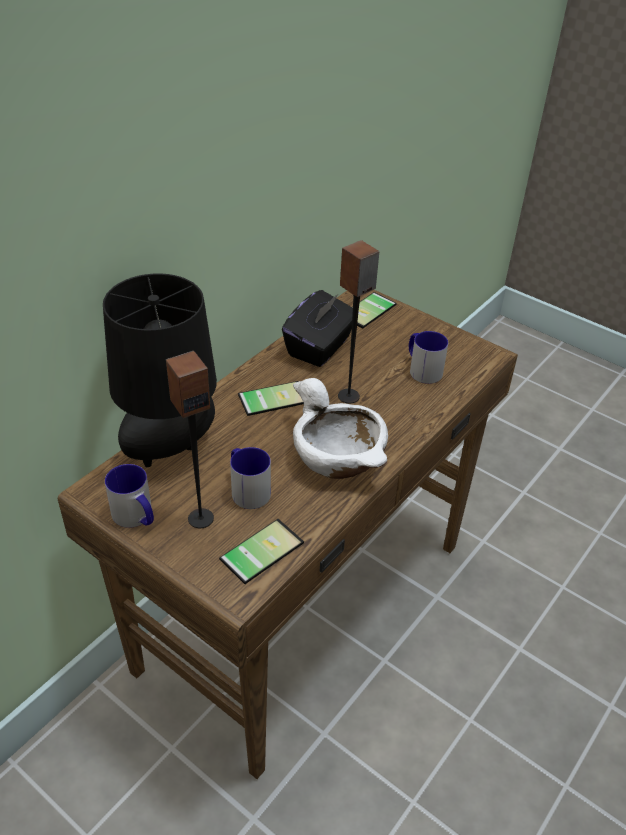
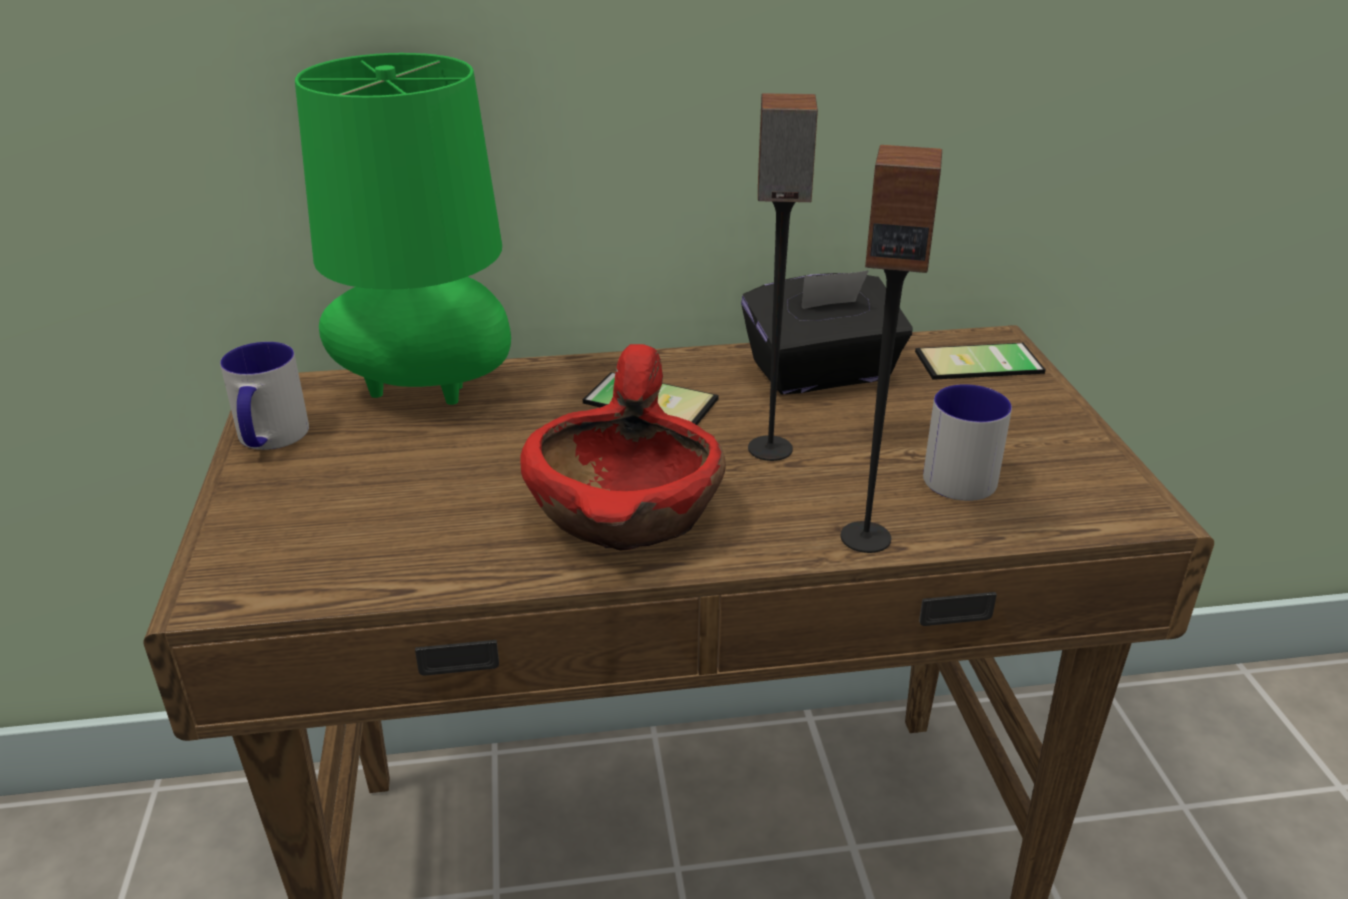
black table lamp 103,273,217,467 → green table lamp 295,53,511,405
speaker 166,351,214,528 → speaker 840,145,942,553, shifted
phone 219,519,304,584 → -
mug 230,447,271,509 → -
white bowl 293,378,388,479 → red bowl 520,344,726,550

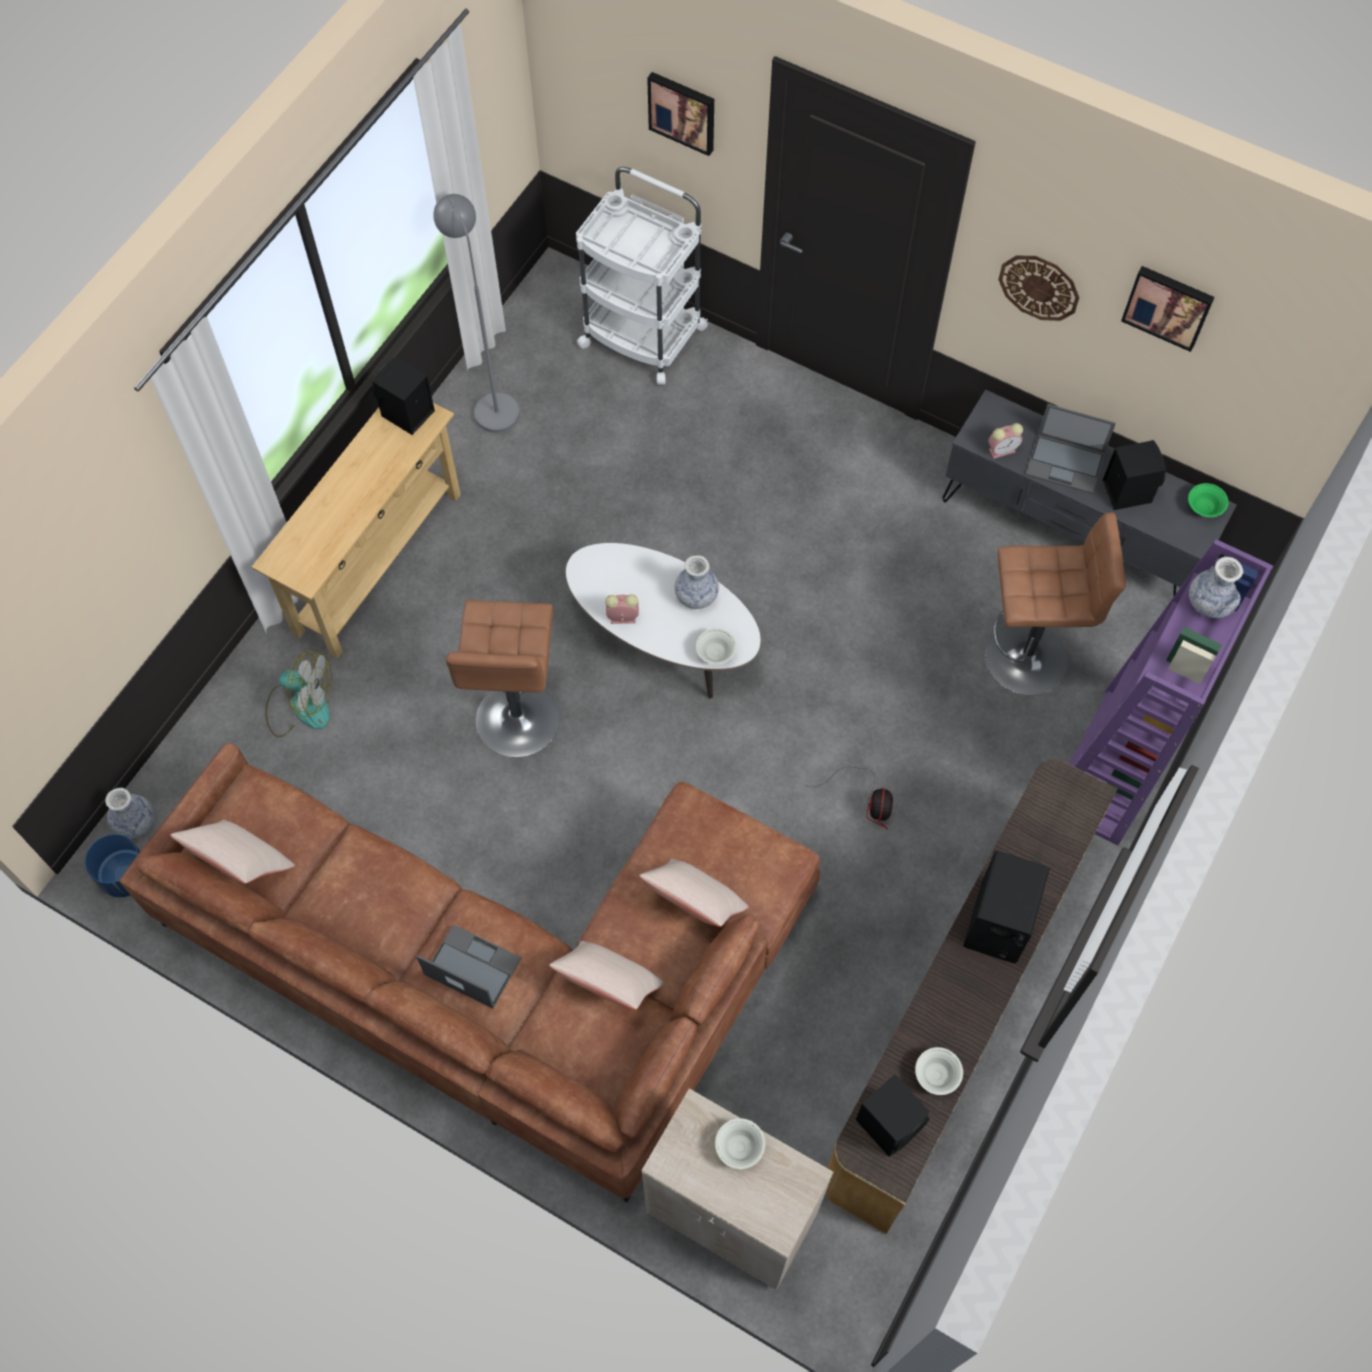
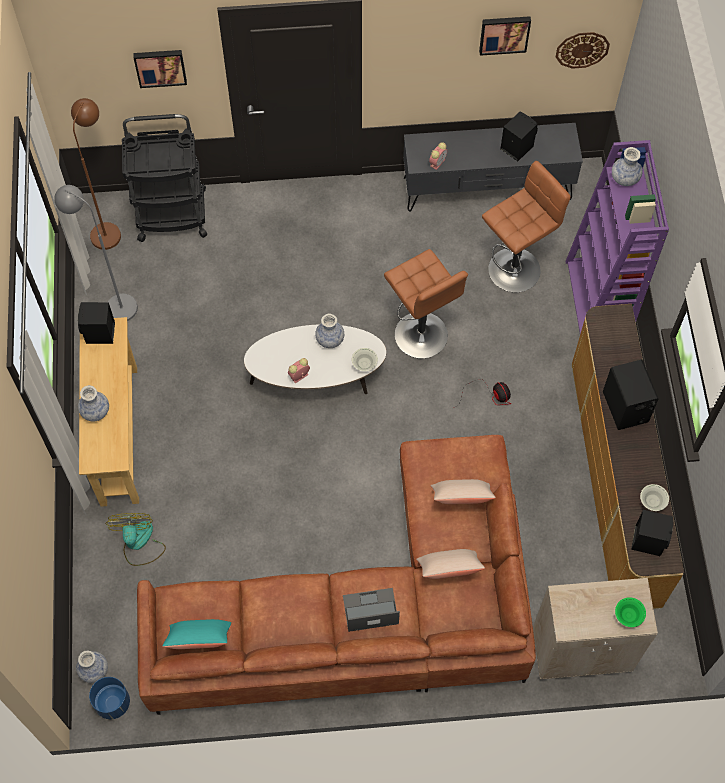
beige pillow 170,820,295,884 → turquoise pillow 163,619,231,649
fan 265,649,332,737 → fan 105,513,166,566, 75 degrees counterclockwise
brown stool 446,600,559,757 → brown stool 384,249,468,358, shifted
white cart 576,167,708,385 → black cart 122,114,207,242
white bowl 715,1118,765,1169 → -
wall clock 998,256,1079,321 → wall clock 556,32,610,69, shifted
laptop 1025,404,1116,494 → -
green bowl 1188,483,1228,517 → green bowl 615,597,646,627, shifted
- → brown floor lamp 71,98,121,250
- → vase 78,385,109,421

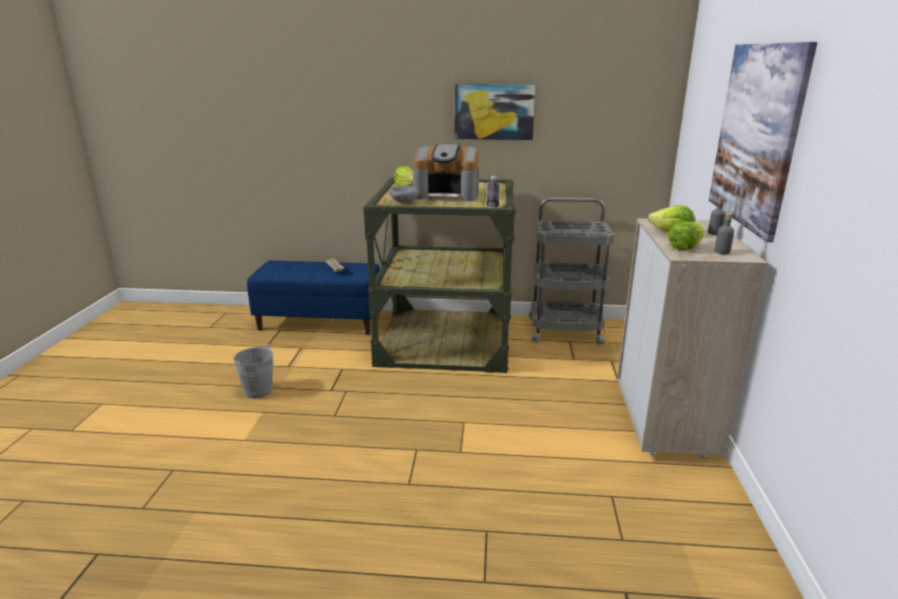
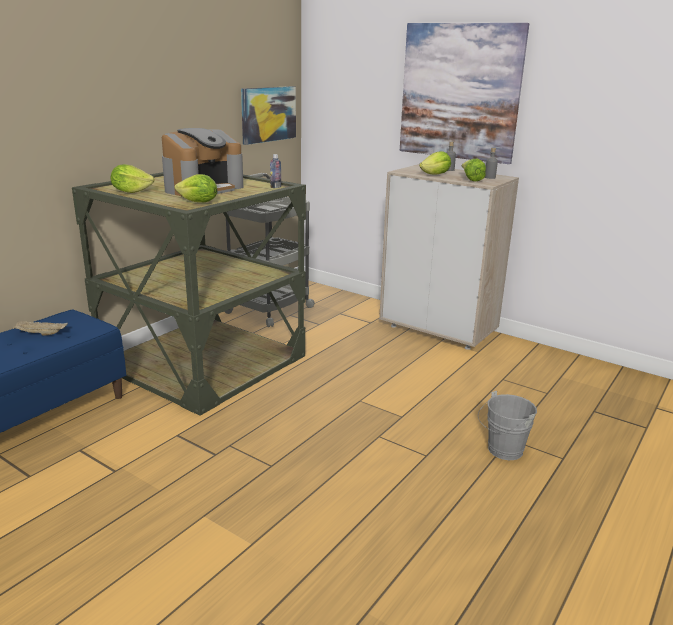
grey bucket 229,344,273,399 → grey bucket 478,391,537,460, shifted
grey bowl 389,186,419,203 → lettuce 175,174,218,202
picture 455,84,536,140 → picture 241,86,296,145, shifted

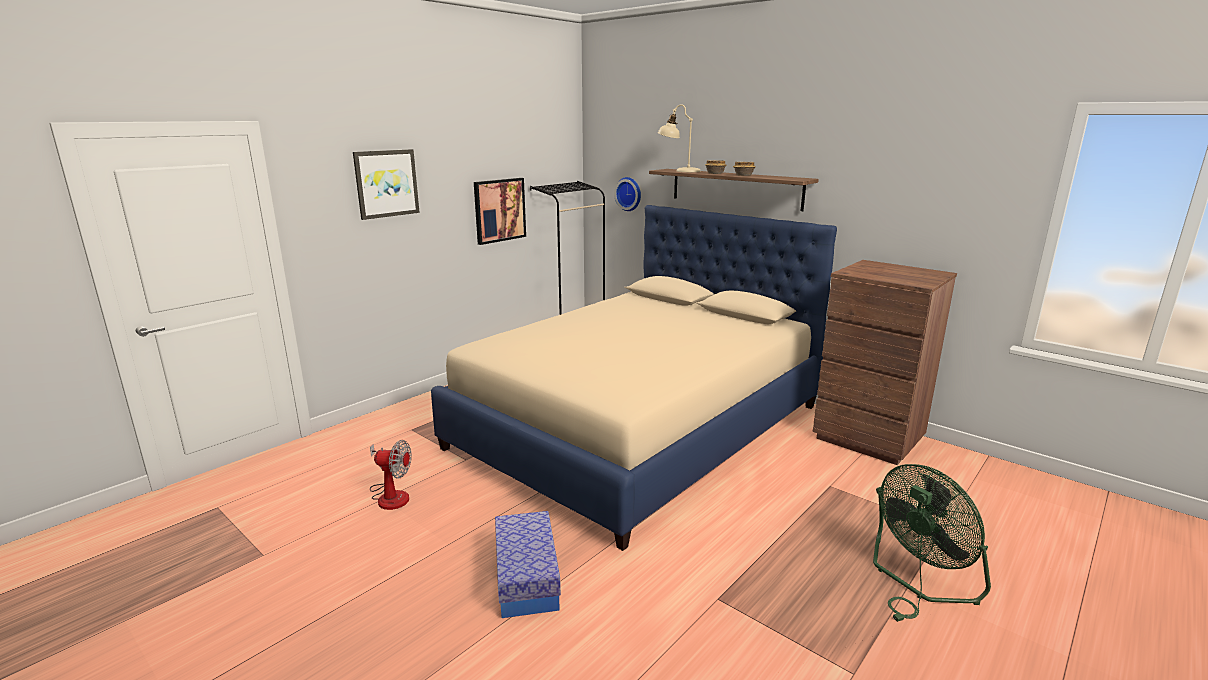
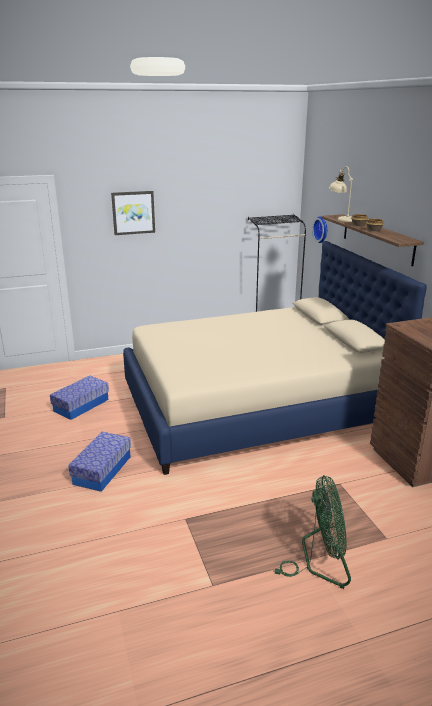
fan 370,440,412,510 → storage box 50,375,109,420
picture 474,178,526,245 → -

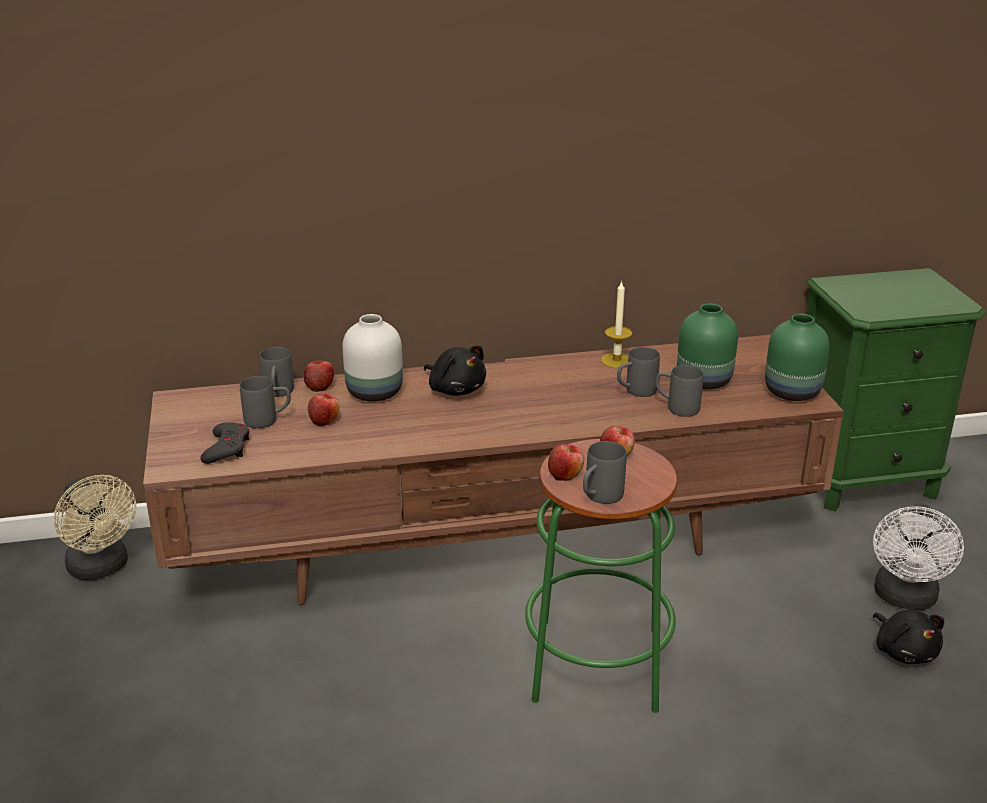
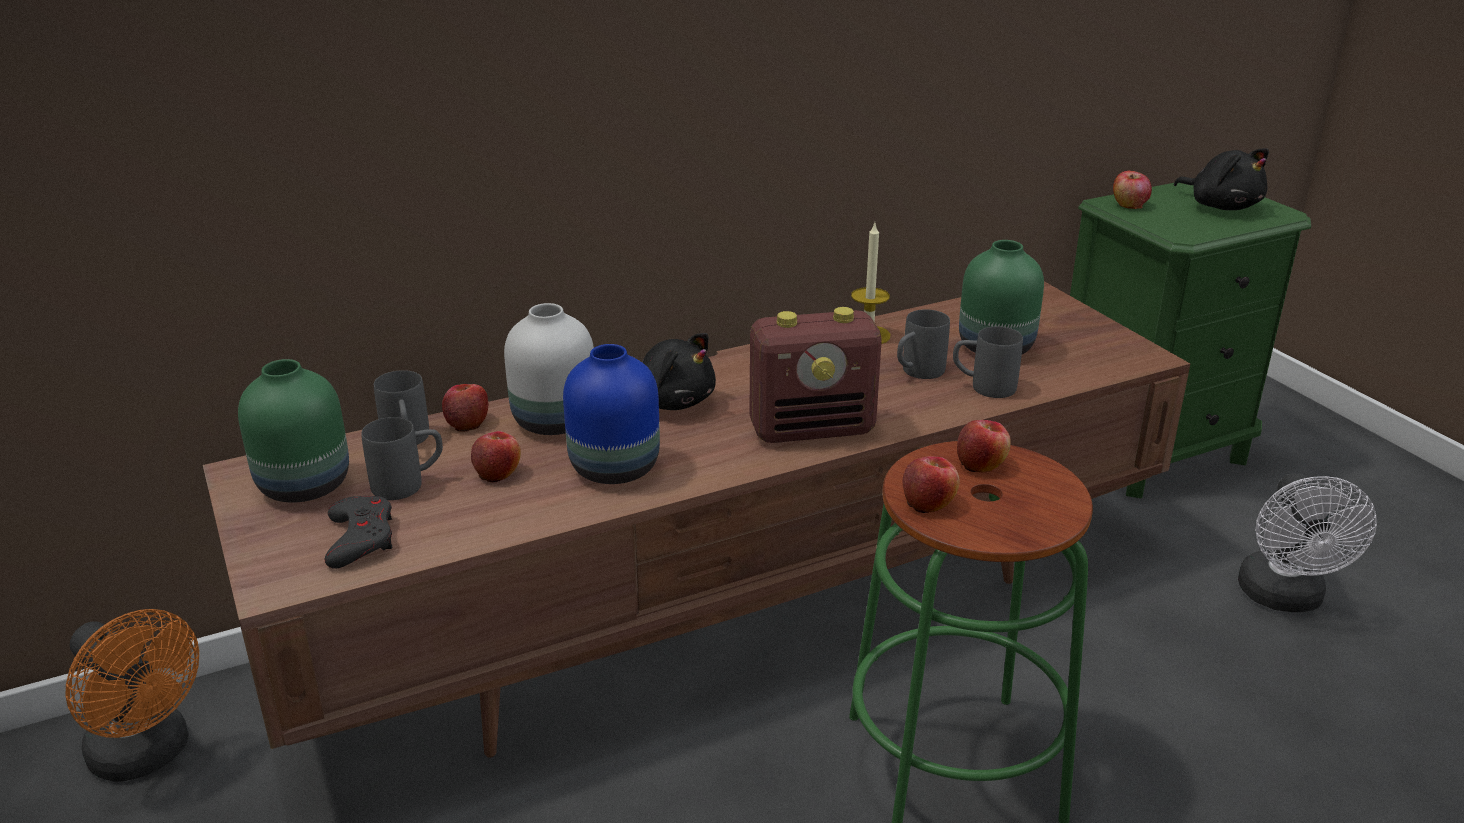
beige fan 54,475,136,580 → orange fan 66,609,199,782
grey mug 583,441,626,504 → -
green vase 765,314,830,401 → green vase 238,359,349,503, shifted
black plush toy 873,609,944,664 → black plush toy 1174,148,1269,210, shifted
- → blue vase 563,344,660,484
- → radio 749,307,882,443
- → apple 1113,170,1152,209

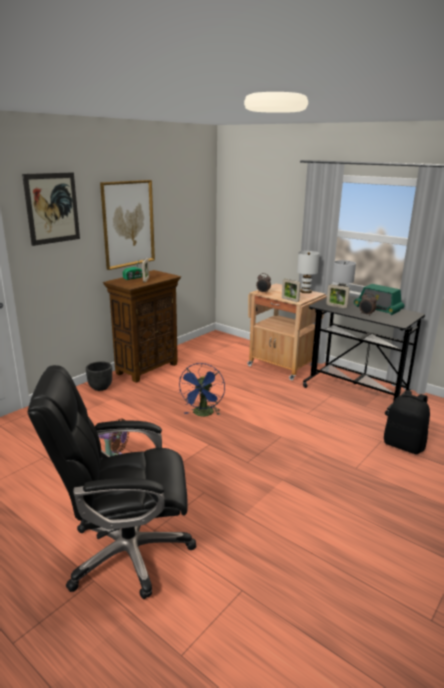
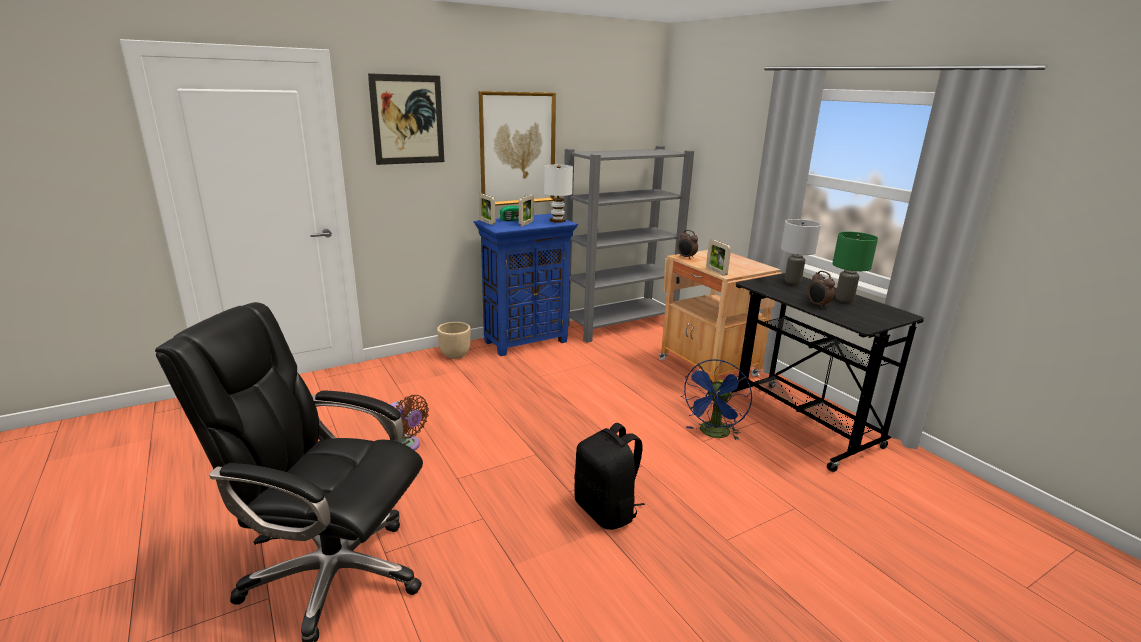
black planter 86,361,112,391 → beige planter 437,322,471,359
brown cabinet 103,270,181,383 → blue cabinet 474,214,578,356
blue fan 178,363,225,416 → blue fan 681,359,752,440, shifted
white table lamp 297,251,320,293 → white table lamp 544,164,573,223, shifted
picture frame 326,284,350,308 → picture frame 479,194,495,225, shifted
radio 354,284,405,315 → green table lamp 832,232,878,303
black backpack 384,390,430,454 → black backpack 574,423,645,530, shifted
- → grey bookcase 563,145,694,343

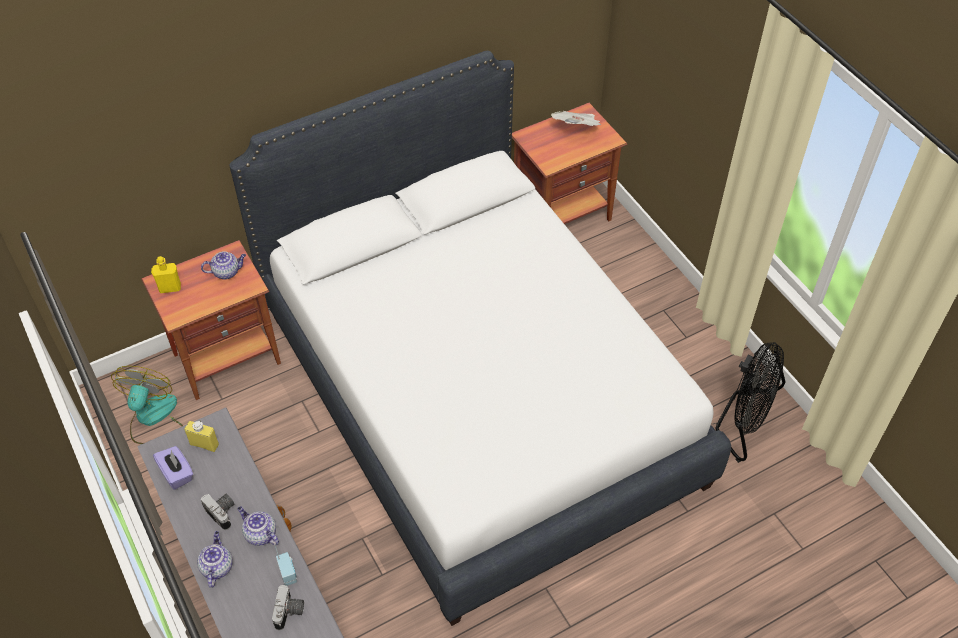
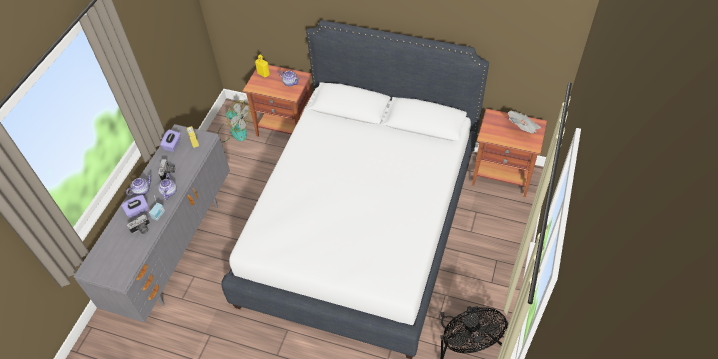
fan 111,366,183,444 → fan 218,100,251,142, 60 degrees clockwise
- → purple tissue box 121,195,148,218

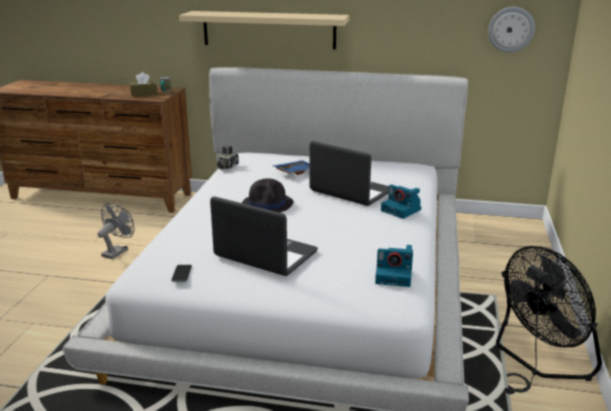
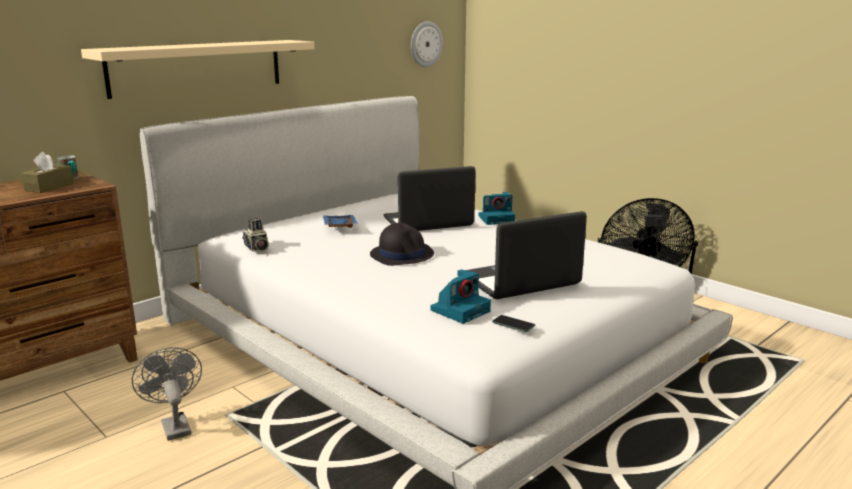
photo camera 375,245,413,287 → photo camera 430,269,491,324, shifted

